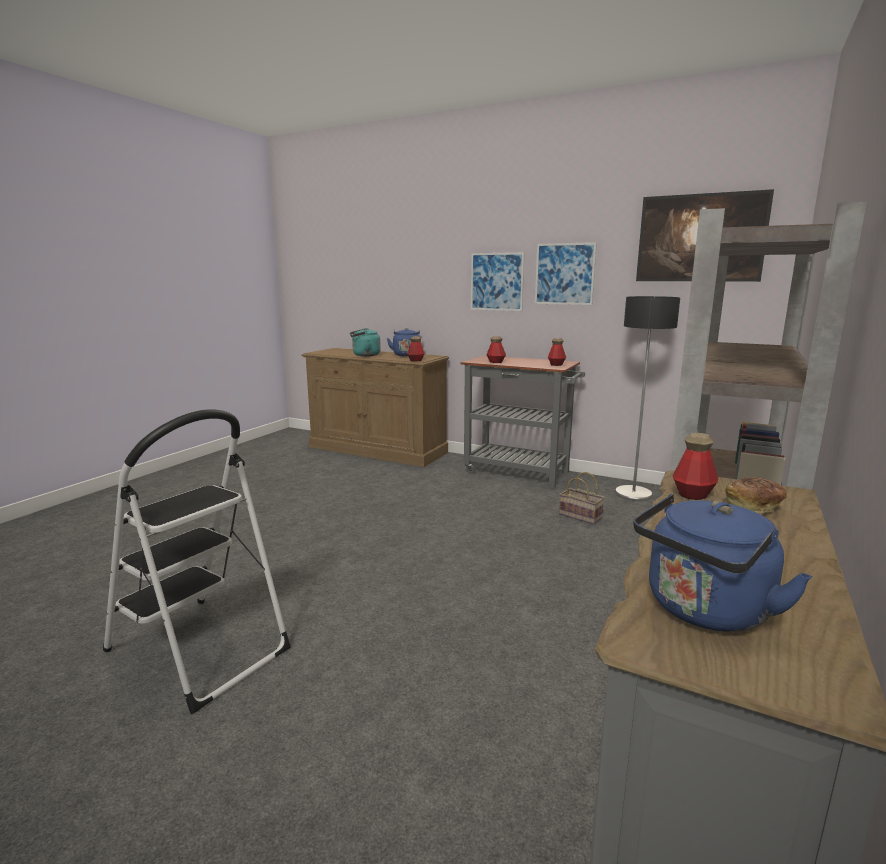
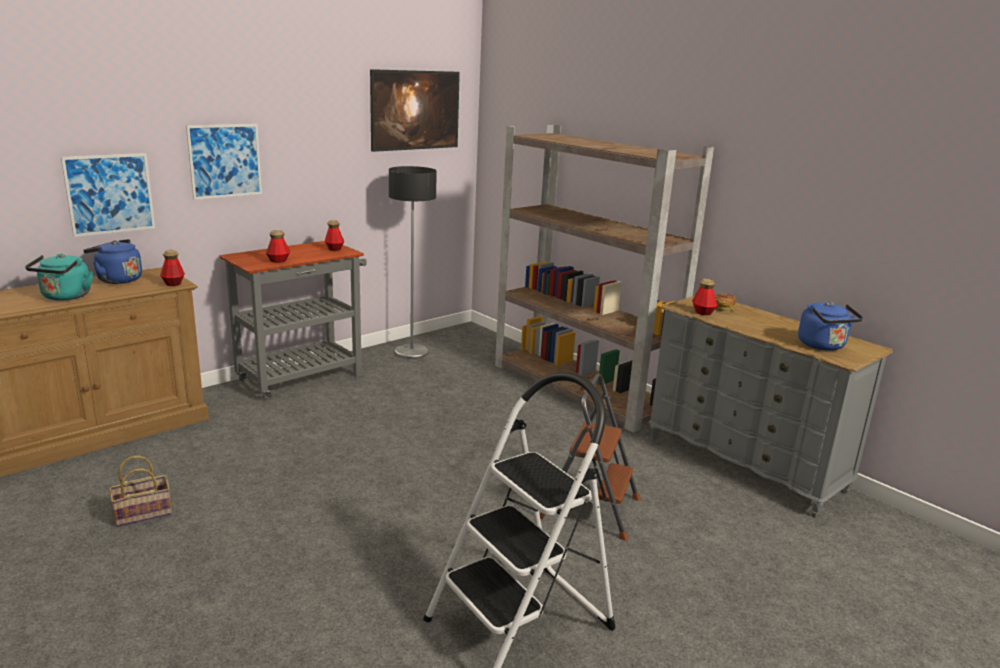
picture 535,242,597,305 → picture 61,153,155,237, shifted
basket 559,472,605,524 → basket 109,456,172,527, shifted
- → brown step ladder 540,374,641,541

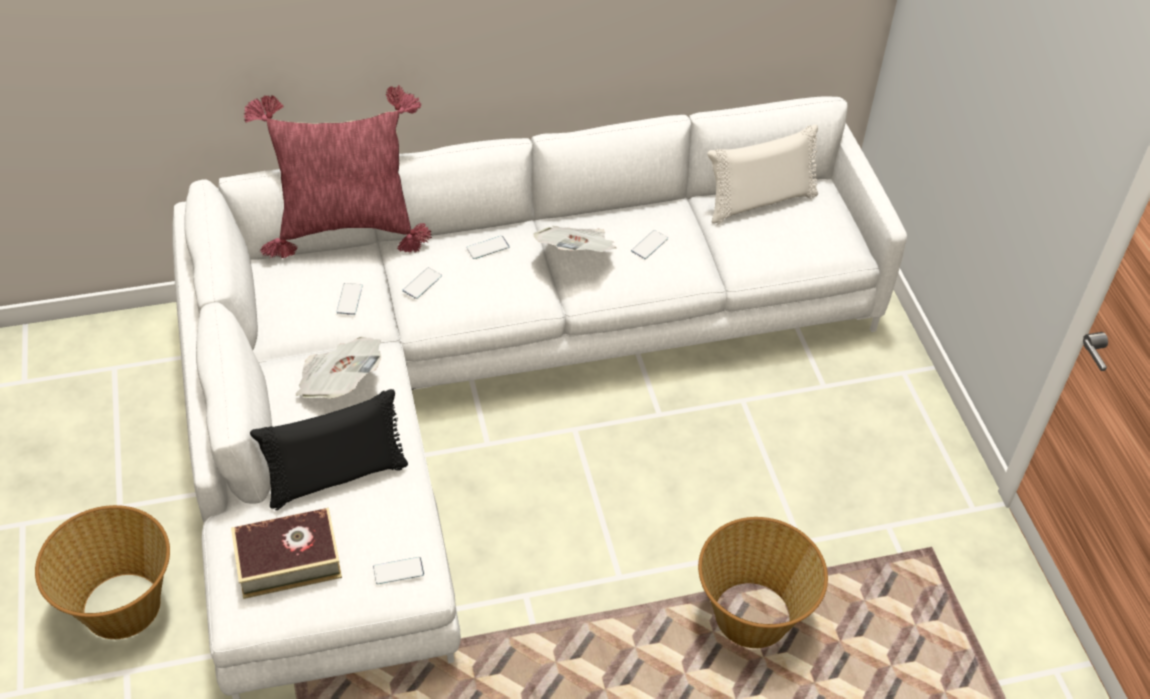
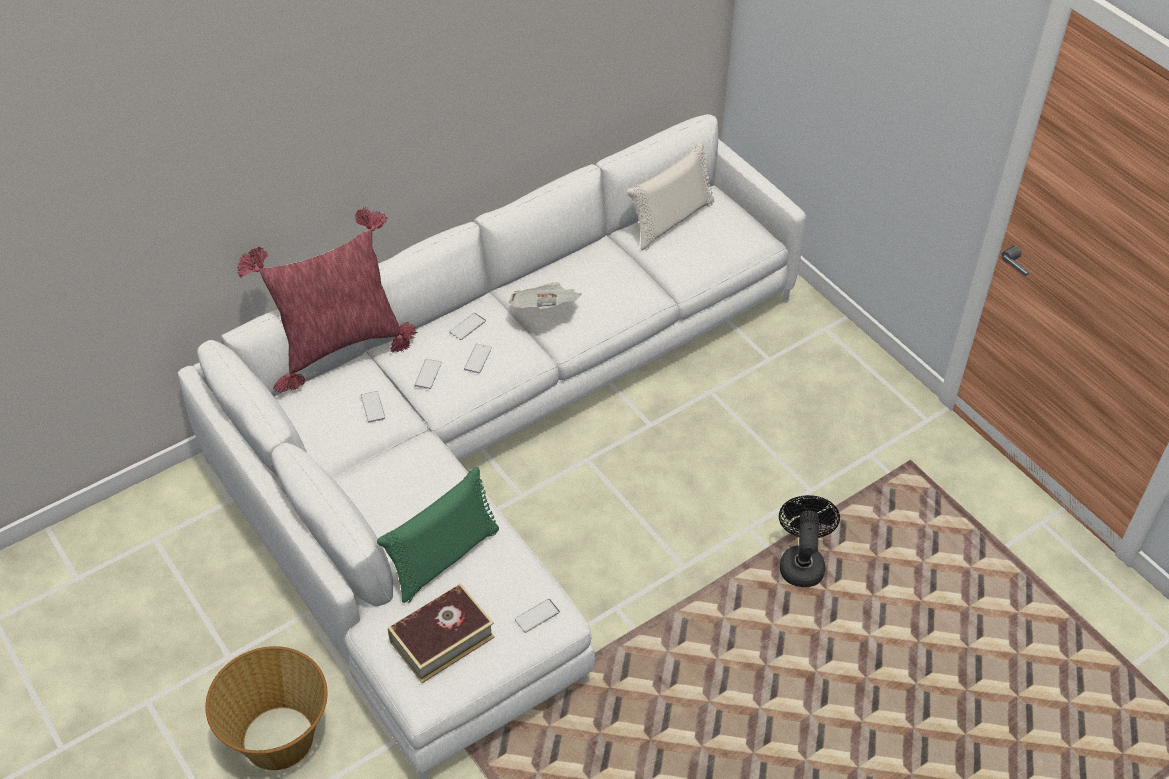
black pillow 250,389,408,510 → green pillow 377,467,499,603
newspaper 295,337,381,399 → -
phone 631,230,668,259 → phone 464,344,492,373, shifted
basket 698,517,828,648 → black fan 779,495,840,587

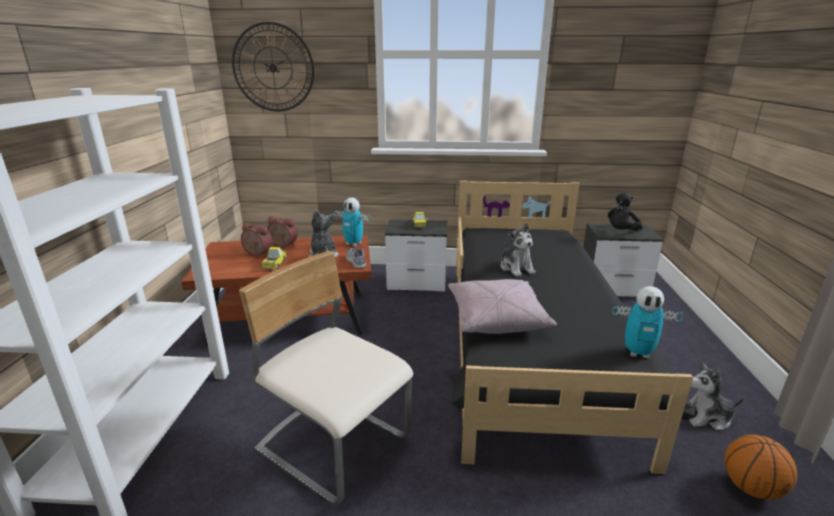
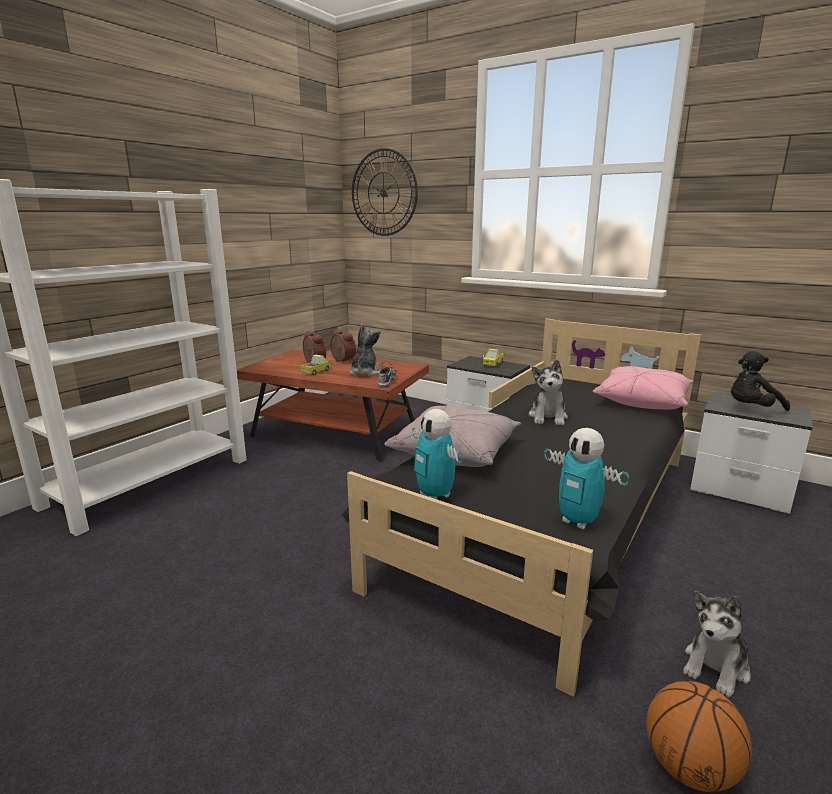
beige chair 239,251,413,505 → -
toy robot 334,198,371,246 → toy robot 412,409,463,499, shifted
plush toy 689,362,744,430 → plush toy 683,591,751,698, 75 degrees counterclockwise
- → pink pillow 593,366,694,409

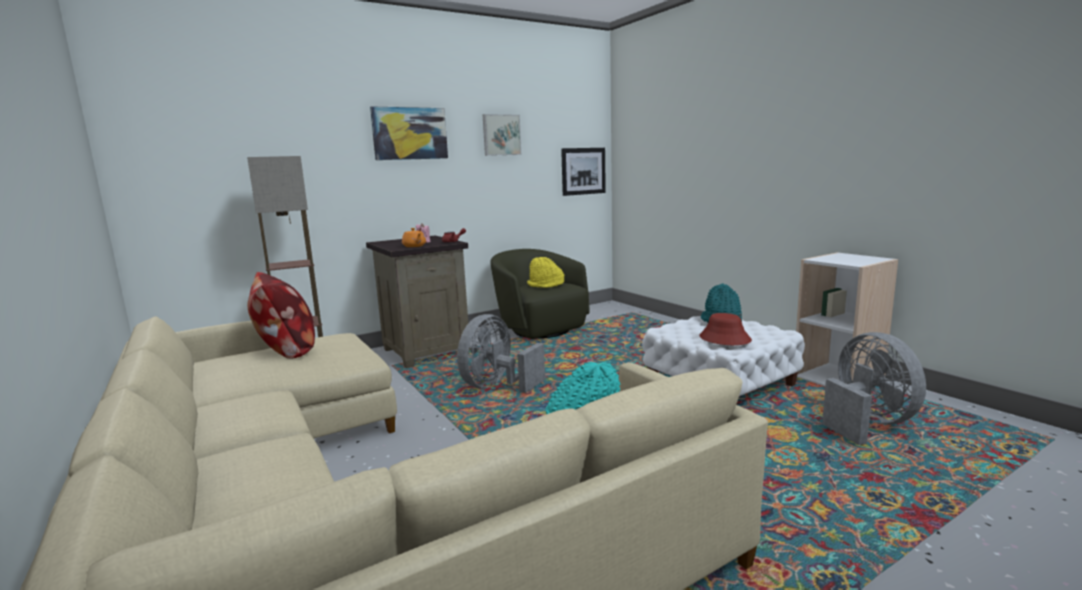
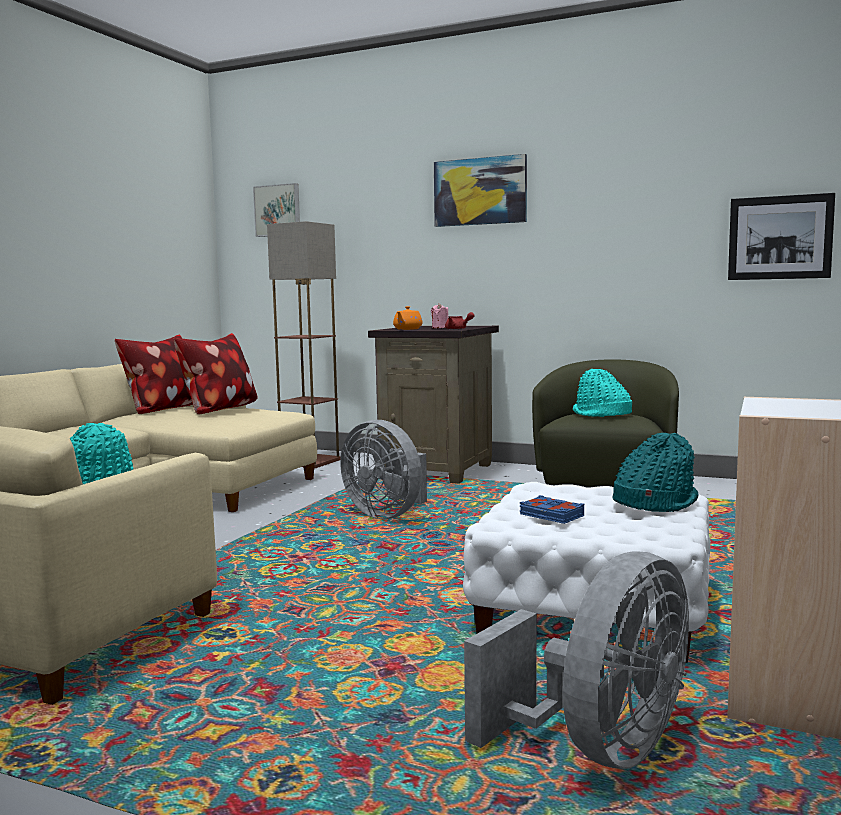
grey fan 457,314,545,393 → grey fan 340,420,427,519, 135 degrees counterclockwise
picture 483,114,521,156 → picture 253,183,300,237, shifted
yellow hat 527,257,564,288 → turquoise hat 573,369,632,417
red hat 699,313,752,345 → blue book 520,495,584,524
- → pillow 115,334,193,414

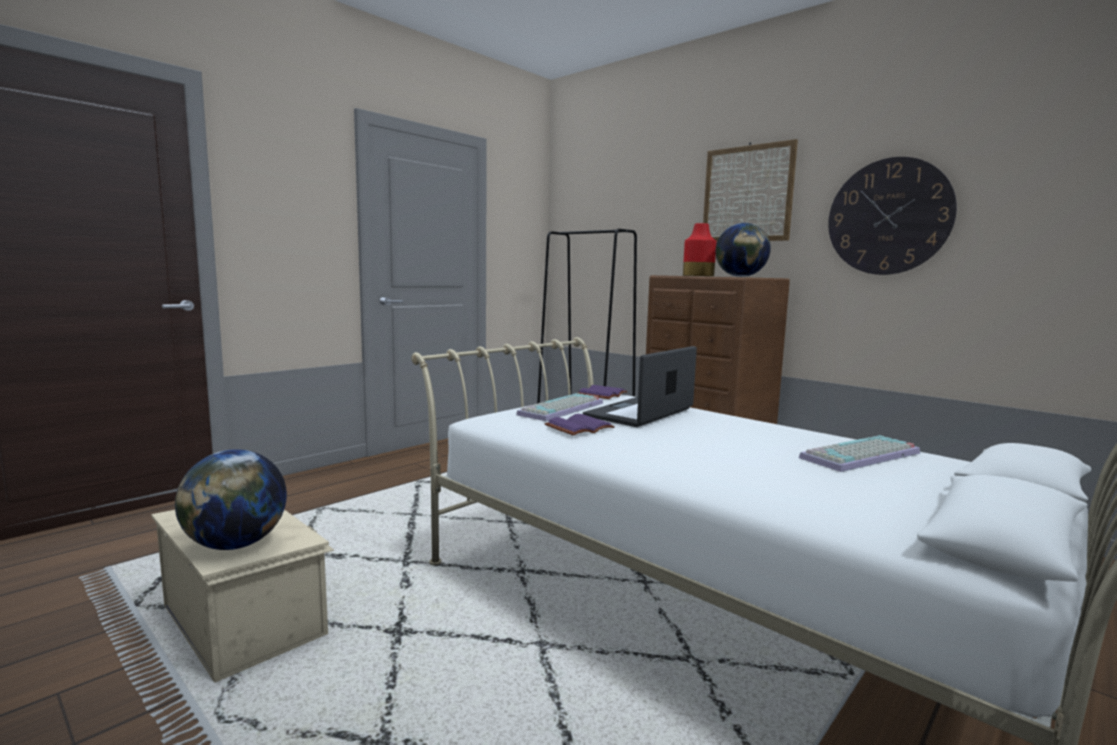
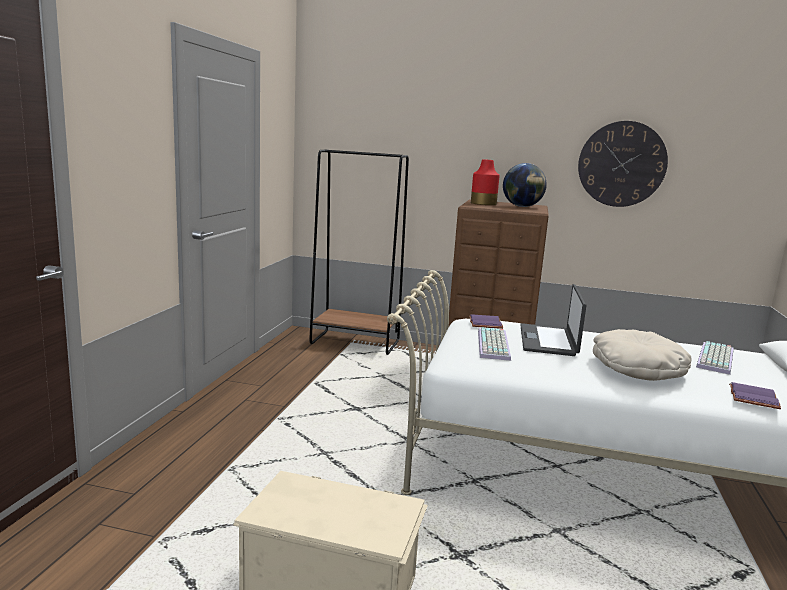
globe 175,449,287,550 → -
purple book 545,414,615,436 → purple book 729,382,781,409, shifted
picture 703,139,798,242 → -
- → beige pillow 593,329,691,381

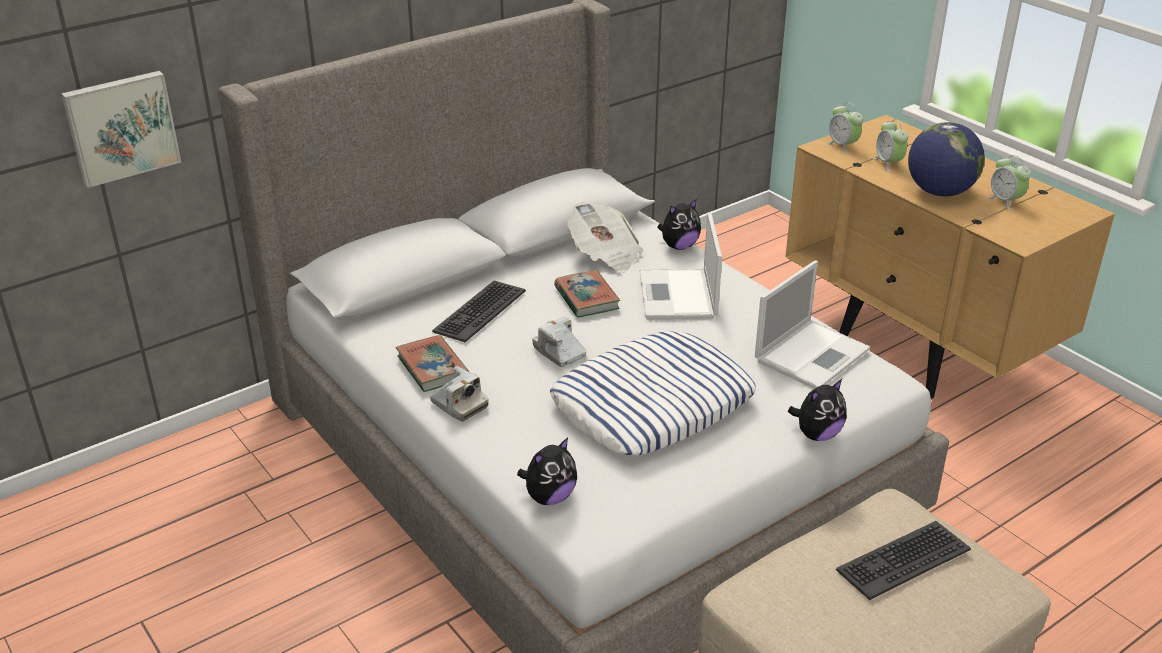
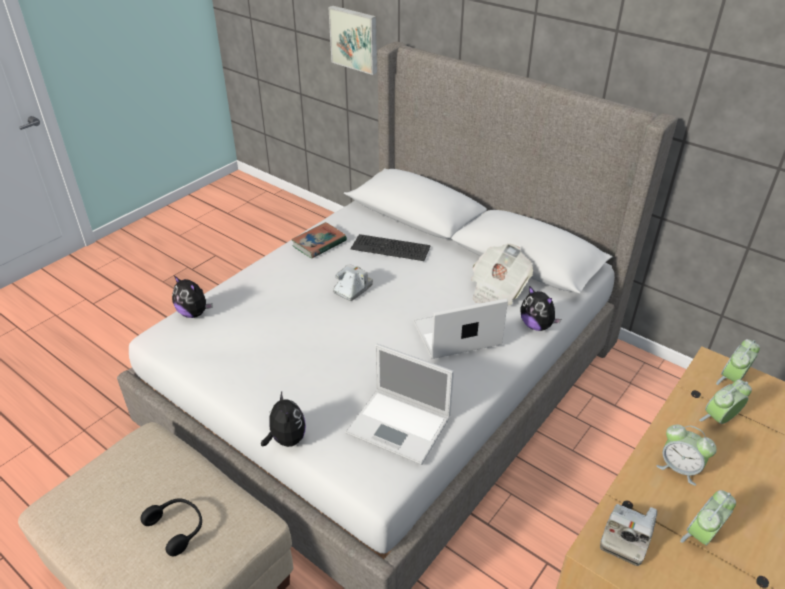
photo camera 430,366,489,422 → photo camera 600,504,657,566, shifted
pillow 550,331,756,456 → -
book 554,270,620,318 → -
plush toy 788,379,847,441 → plush toy 261,391,306,447, 150 degrees counterclockwise
keyboard 836,521,971,600 → black headphones 140,498,202,556
globe 908,122,985,197 → alarm clock 656,425,717,486

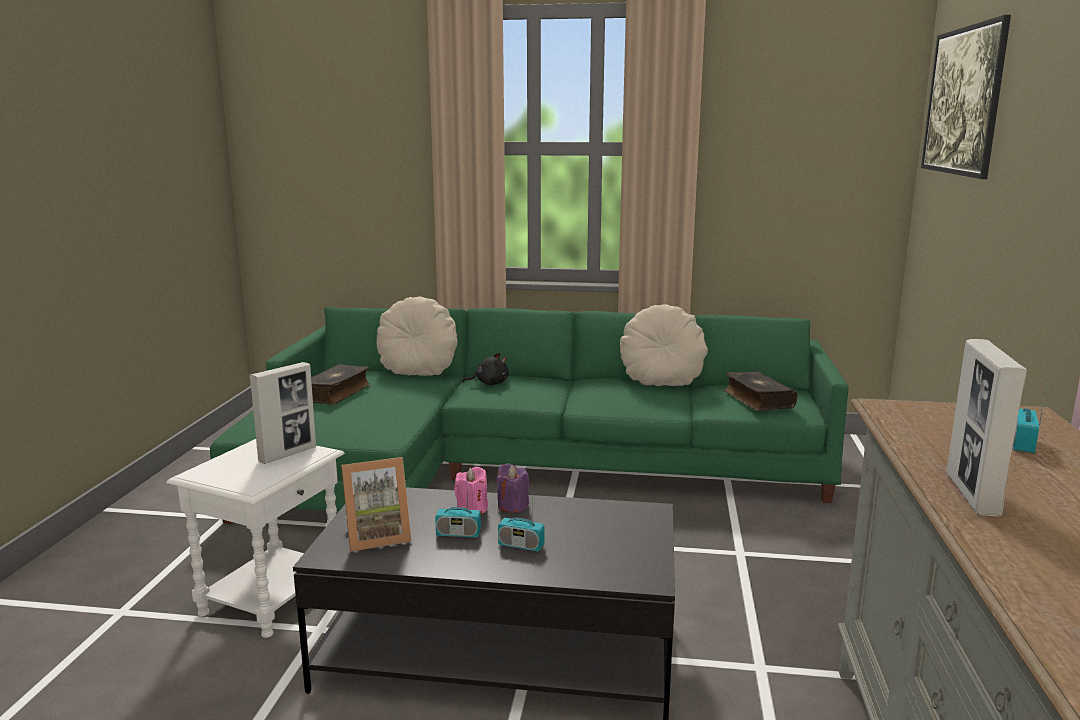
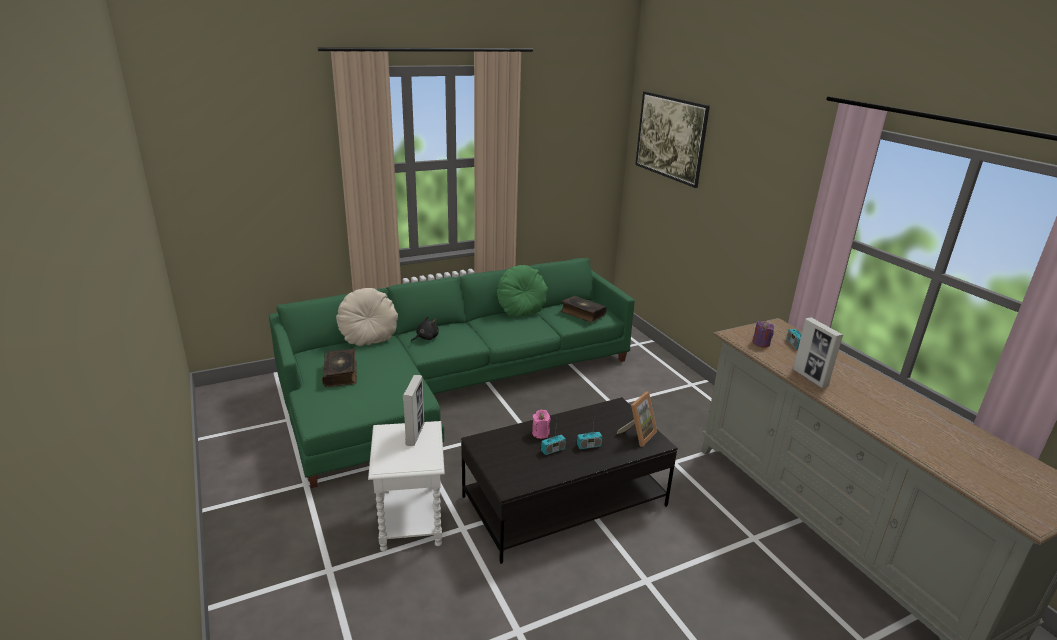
picture frame 341,457,412,552 → picture frame 617,392,657,447, shifted
purple candle 497,463,529,513 → purple candle 753,321,774,348, shifted
beige pillow 620,304,708,386 → green pillow 497,265,548,317

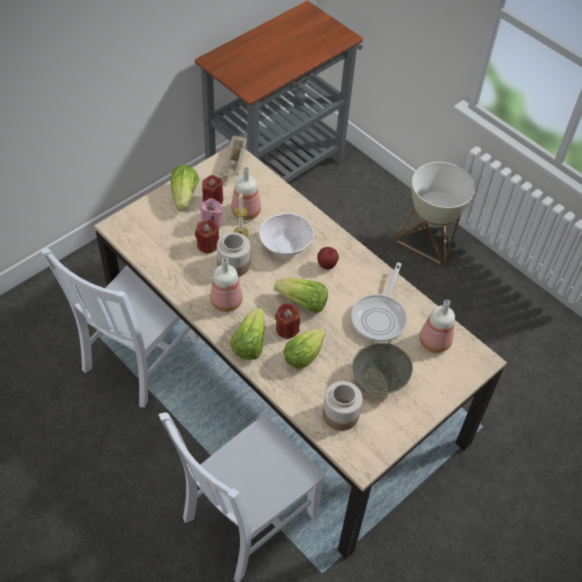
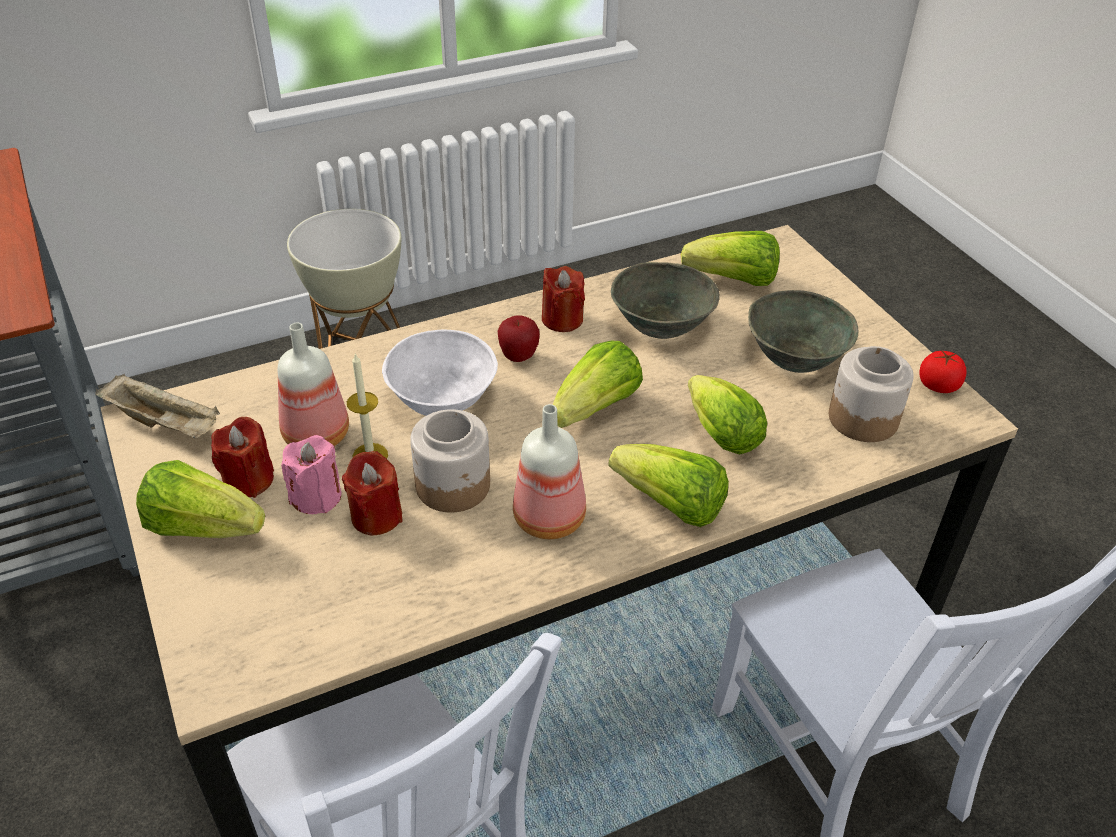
red candle 275,303,300,339 → red candle 542,266,585,332, shifted
frying pan 351,262,407,342 → grey bowl 611,262,720,339
bottle 419,300,455,353 → lettuce 681,231,780,286
- → tomato 919,350,966,393

